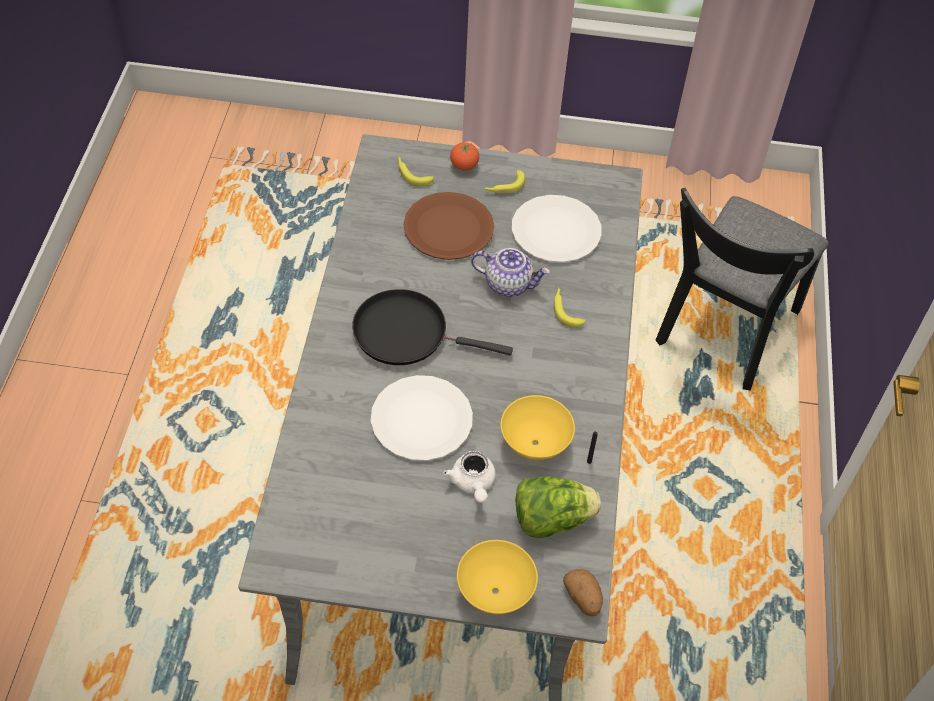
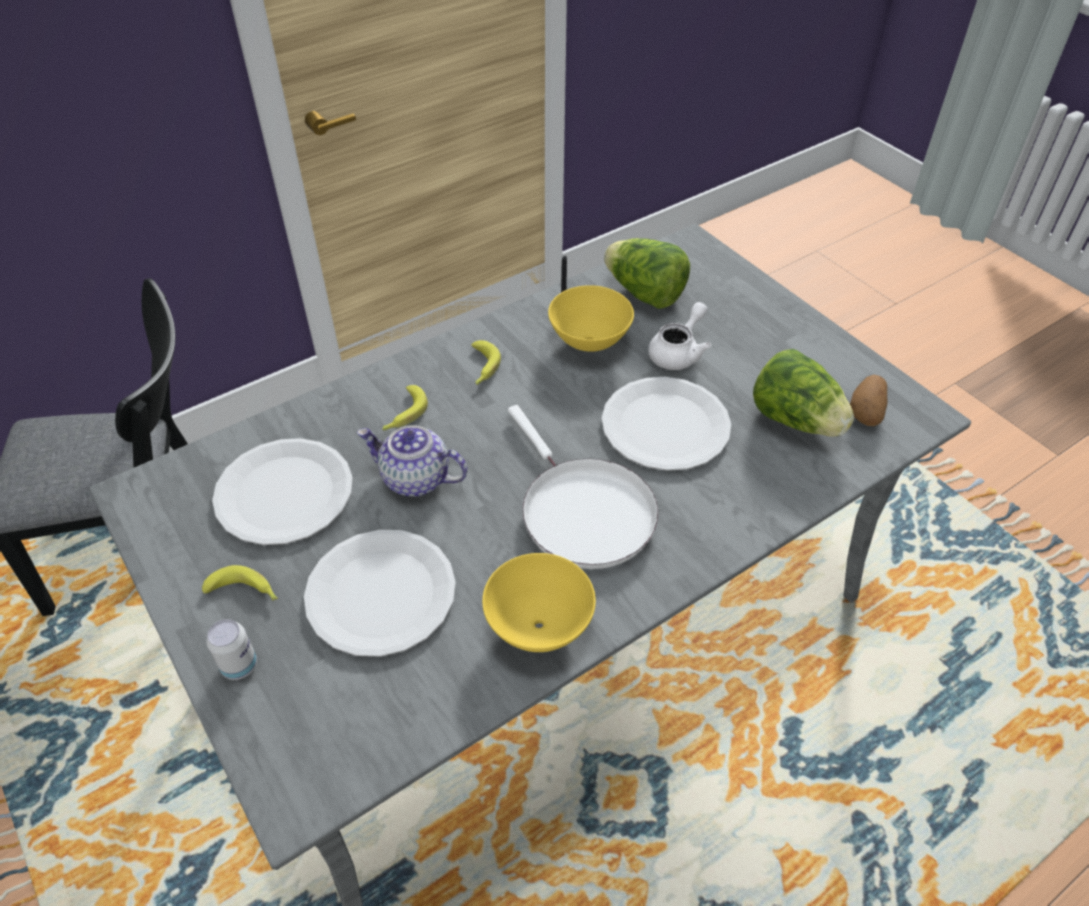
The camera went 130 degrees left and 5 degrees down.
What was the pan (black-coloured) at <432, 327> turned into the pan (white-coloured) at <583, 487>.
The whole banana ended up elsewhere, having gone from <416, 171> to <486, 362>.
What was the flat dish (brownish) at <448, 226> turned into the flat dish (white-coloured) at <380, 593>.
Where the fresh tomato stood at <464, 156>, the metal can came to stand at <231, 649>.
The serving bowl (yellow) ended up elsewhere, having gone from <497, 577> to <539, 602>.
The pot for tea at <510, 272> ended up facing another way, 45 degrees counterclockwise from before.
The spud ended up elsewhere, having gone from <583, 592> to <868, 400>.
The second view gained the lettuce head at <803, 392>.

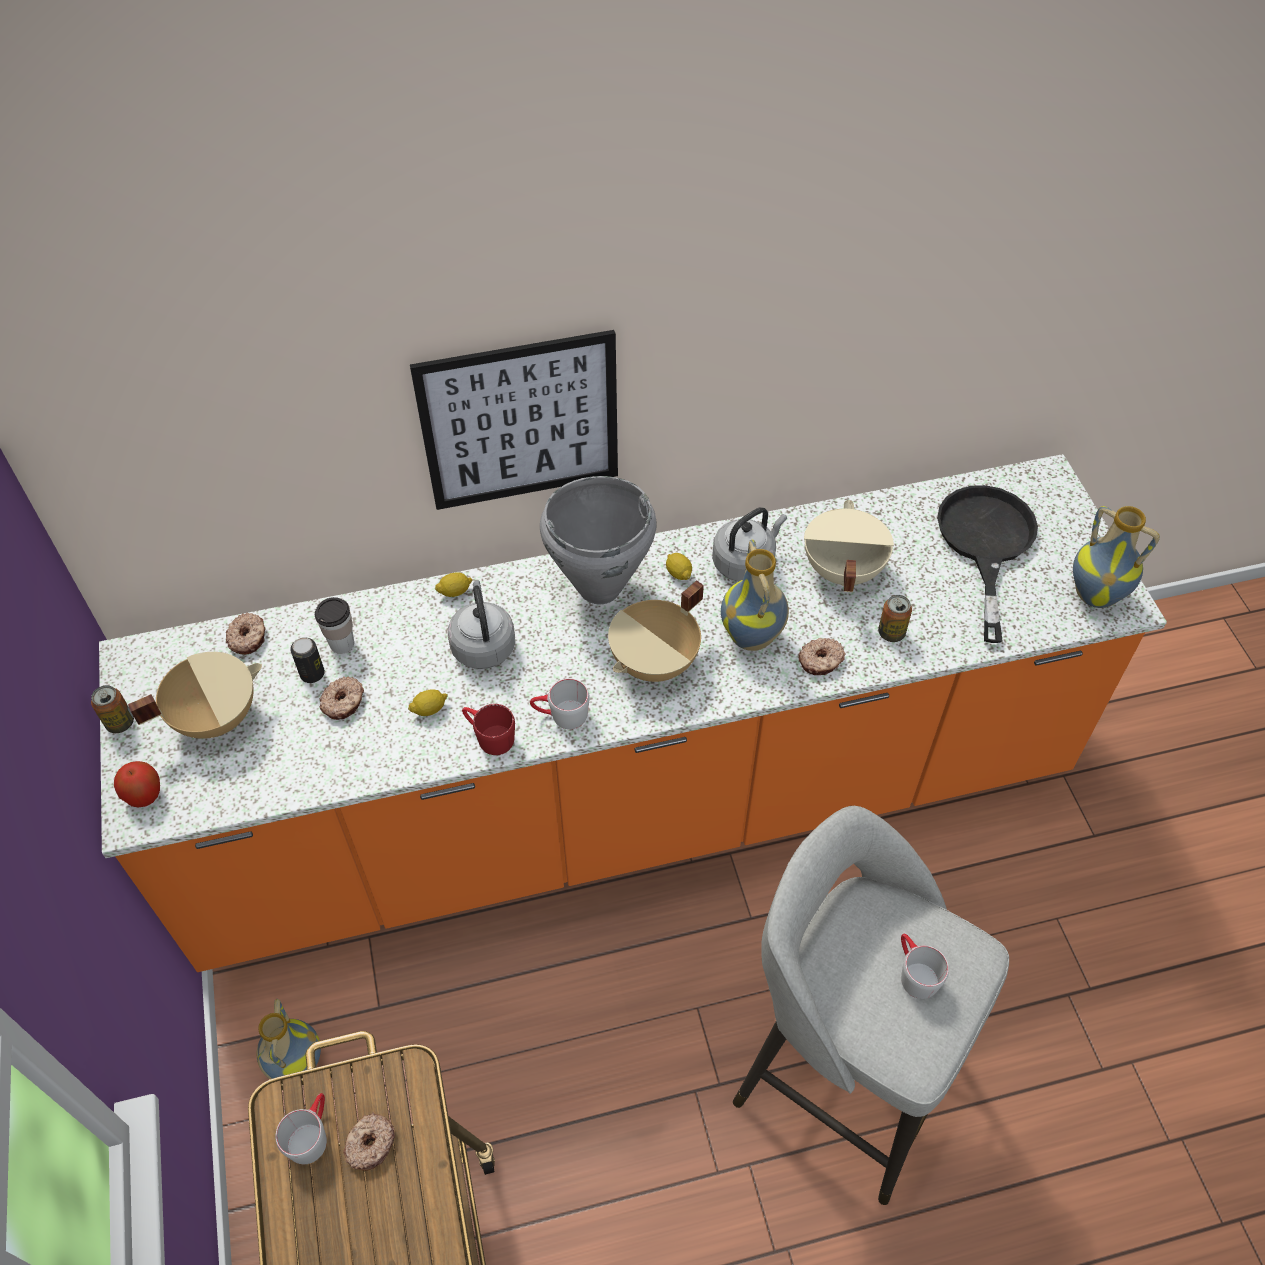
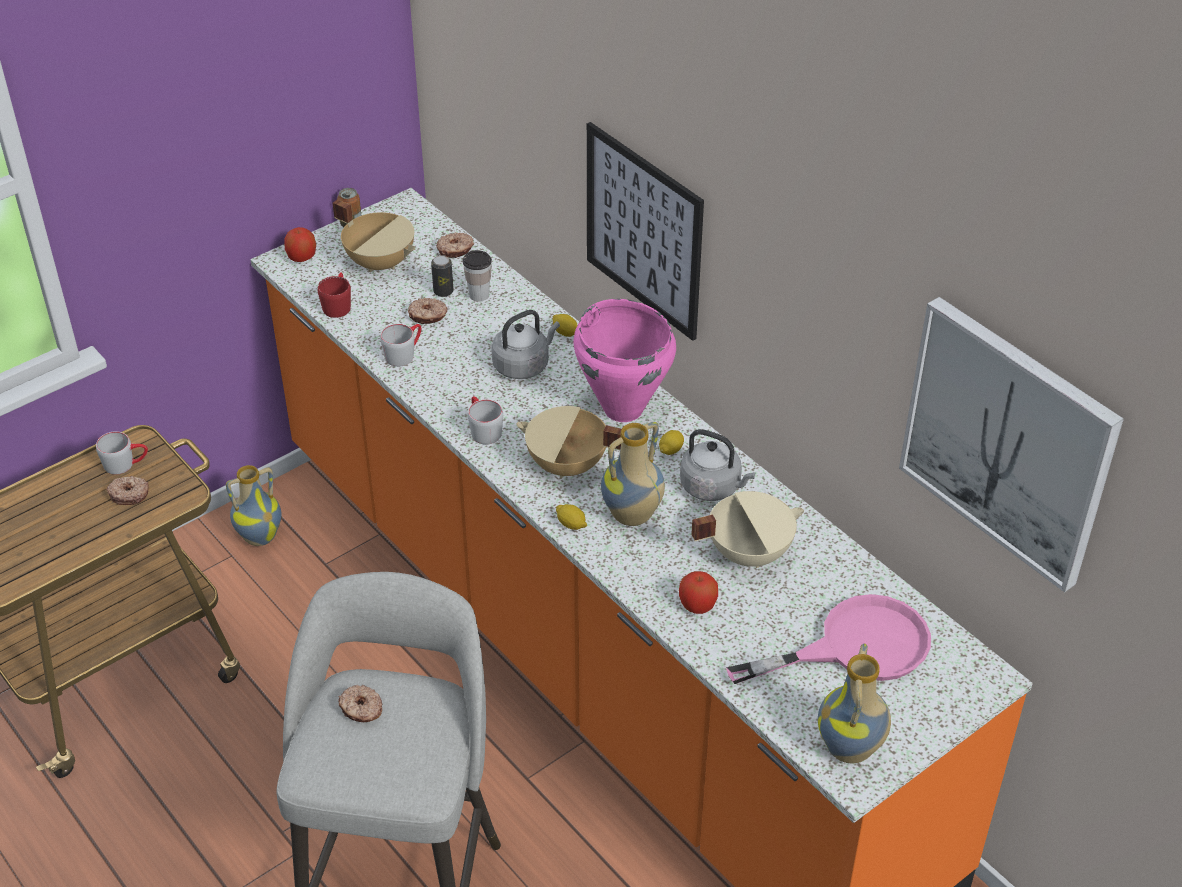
The camera went 65 degrees right and 10 degrees down.
The whole lemon ended up elsewhere, having gone from <428, 702> to <571, 517>.
The mug (red) ended up elsewhere, having gone from <488, 729> to <334, 295>.
What was the saucepot (grey) at <598, 540> turned into the saucepot (pinkish) at <625, 360>.
The ring doughnut ended up elsewhere, having gone from <822, 656> to <360, 703>.
Where the metal can stood at <895, 618>, the apple came to stand at <698, 592>.
The mug (grey) ended up elsewhere, having gone from <925, 966> to <400, 345>.
What was the pan (black-coloured) at <987, 564> turned into the pan (pinkish) at <828, 639>.
The second view gained the wall art at <1011, 445>.

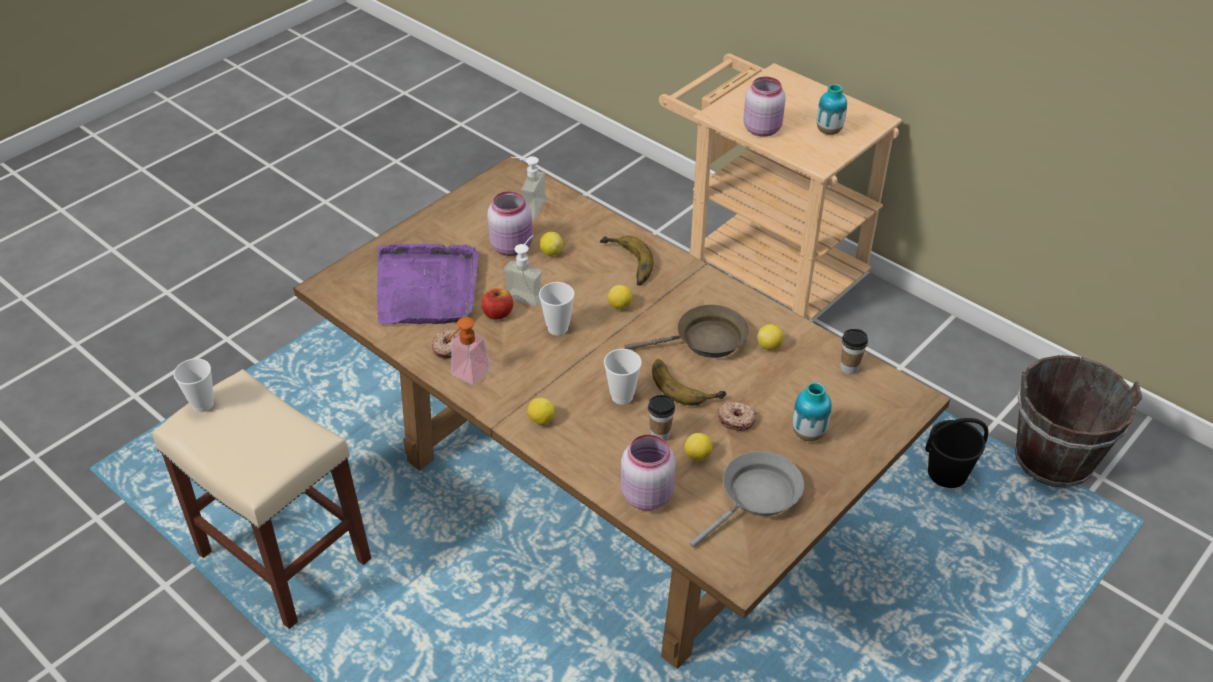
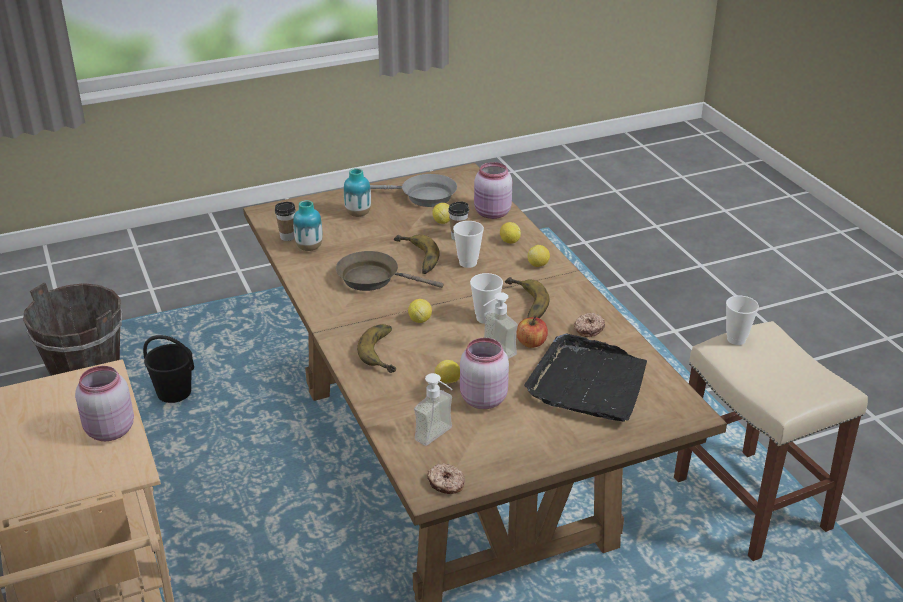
The camera went 155 degrees left and 10 degrees down.
The cup ended up elsewhere, having gone from <193, 385> to <742, 320>.
What was the serving tray (purple) at <428, 283> turned into the serving tray (black-coloured) at <585, 378>.
The second view lost the liquid soap bottle at <468, 351>.
The pan (grey) at <747, 499> ended up facing another way, 150 degrees counterclockwise from before.
The ring doughnut ended up elsewhere, having gone from <737, 416> to <446, 478>.
The whole lemon ended up elsewhere, having gone from <770, 337> to <510, 233>.
The vase ended up elsewhere, having gone from <832, 109> to <307, 225>.
The second view gained the whole banana at <527, 297>.

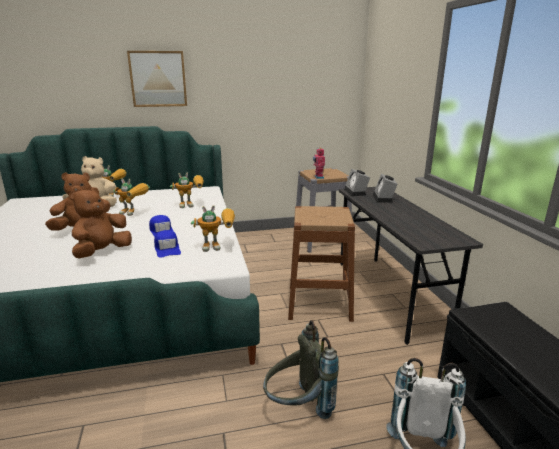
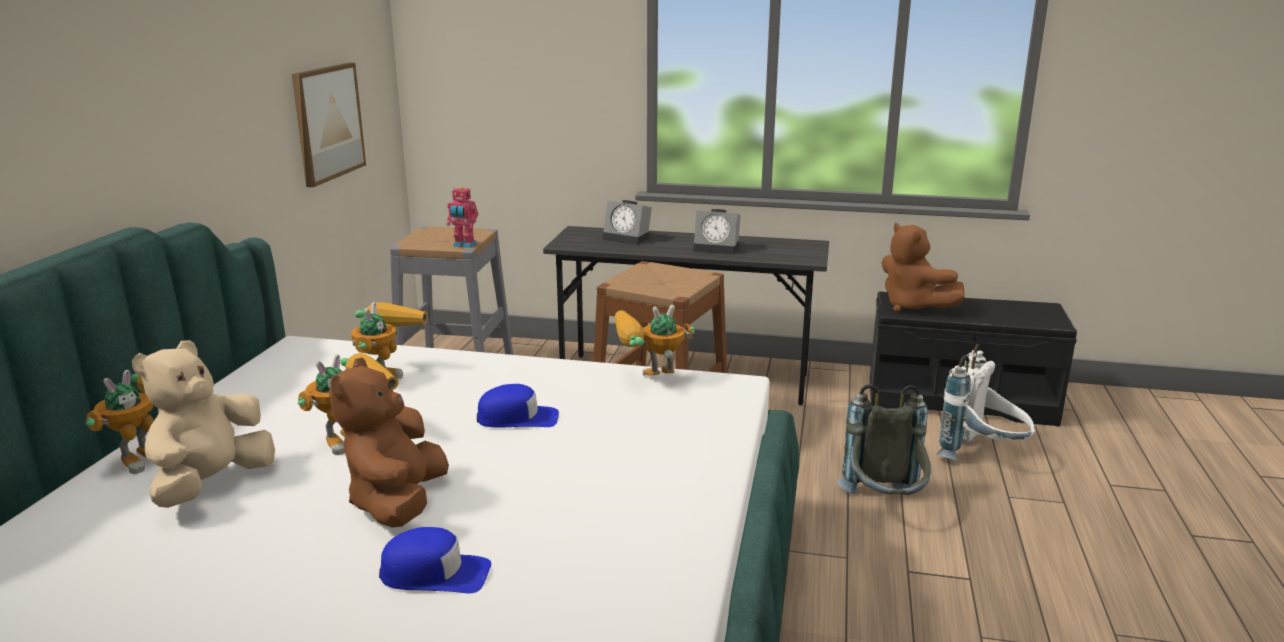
The camera went 65 degrees left and 0 degrees up.
The soft toy (brownish) ended up elsewhere, having gone from <100, 222> to <923, 267>.
The wall art ended up elsewhere, having gone from <157, 79> to <329, 125>.
The baseball cap (blue) ended up elsewhere, having gone from <167, 244> to <435, 560>.
The toy robot at <213, 228> ended up facing another way, 120 degrees counterclockwise from before.
The table clock ended up elsewhere, having gone from <357, 182> to <717, 232>.

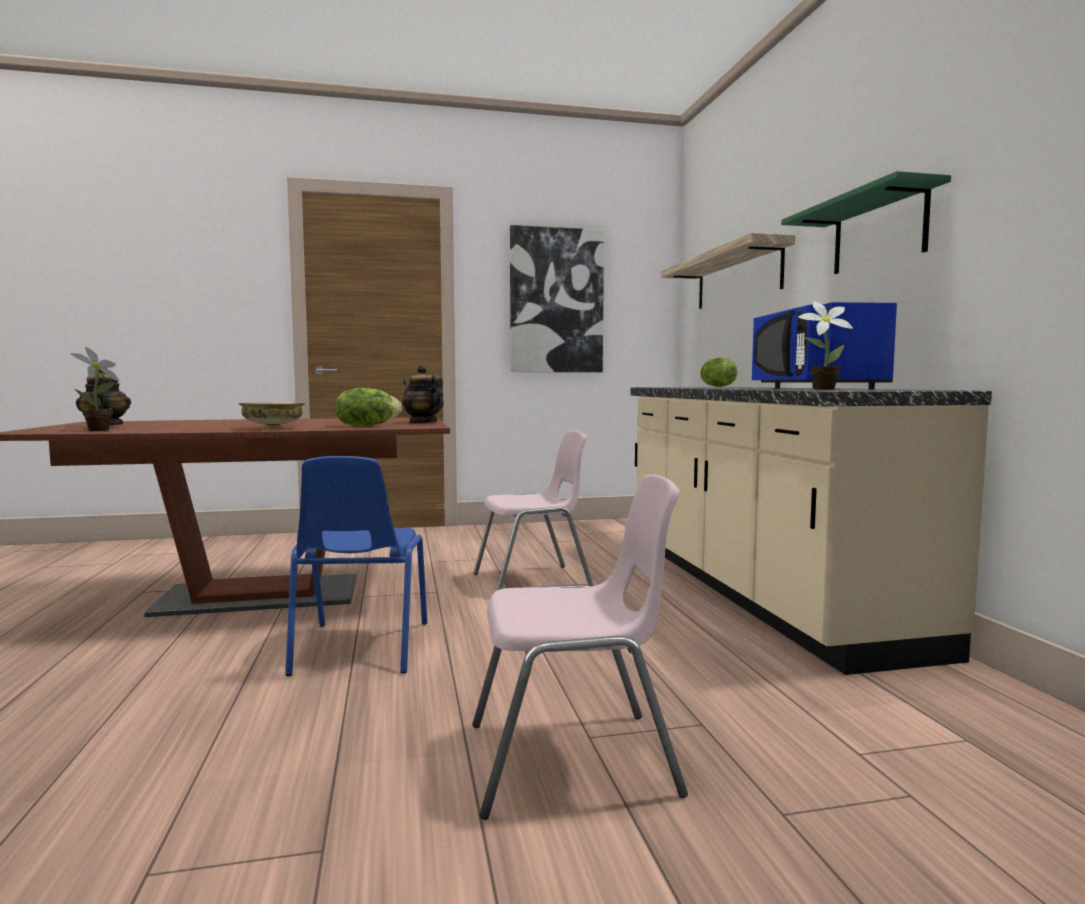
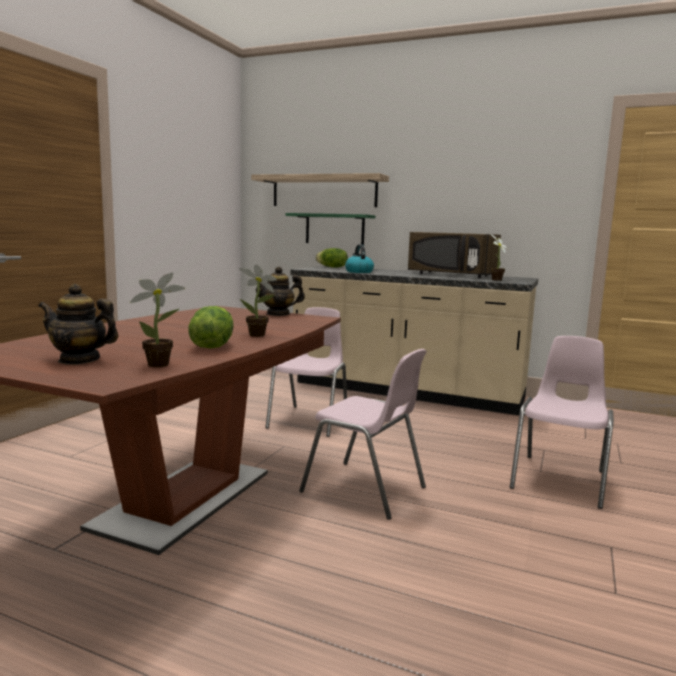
The camera went 55 degrees left and 5 degrees up.
Where the serving bowl (sand-coloured) stood at <271, 415>, the plant in a pot came to stand at <258, 300>.
What was the plain chair (blue) at <356, 566> turned into the plain chair (pinkish) at <363, 434>.
The lettuce head ended up elsewhere, having gone from <368, 407> to <210, 327>.
The second view lost the wall art at <557, 298>.
What was the microwave (blue) at <824, 345> turned into the microwave (brownish) at <454, 255>.
The wall shelf (greenish) ended up elsewhere, having gone from <866, 222> to <330, 229>.
The second view gained the tea kettle at <359, 258>.

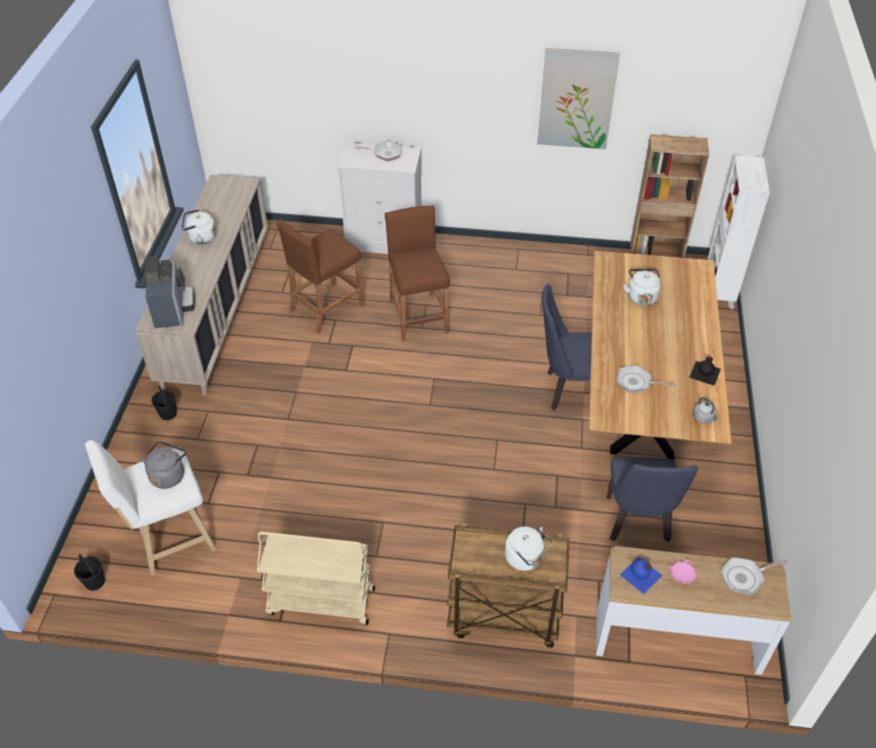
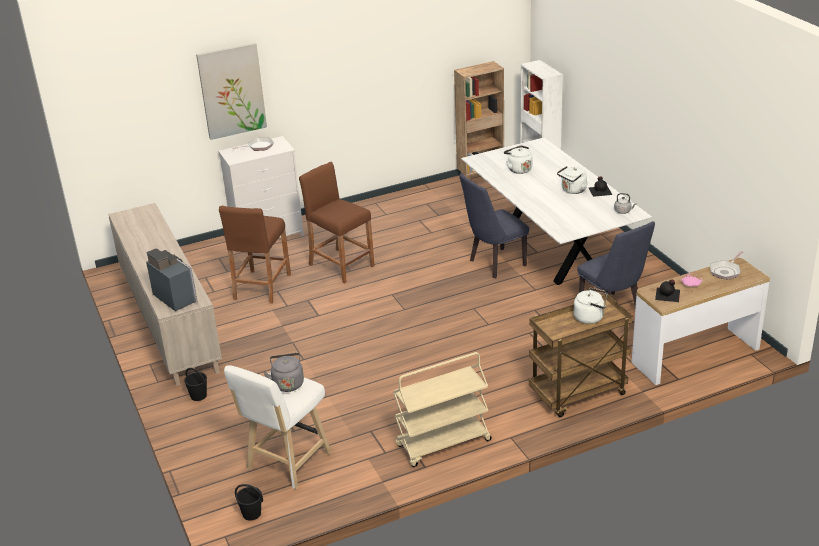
The camera went 30 degrees left and 15 degrees down.
The tea kettle (white-coloured) ended up elsewhere, having gone from <199, 226> to <572, 180>.
The wall art ended up elsewhere, having gone from <578, 98> to <231, 91>.
What was the kitchen table (brownish) at <660, 355> turned into the kitchen table (white-coloured) at <556, 211>.
The second view lost the pan at <646, 379>.
What was the drink bottle (blue) at <641, 575> turned into the drink bottle (black-coloured) at <667, 291>.

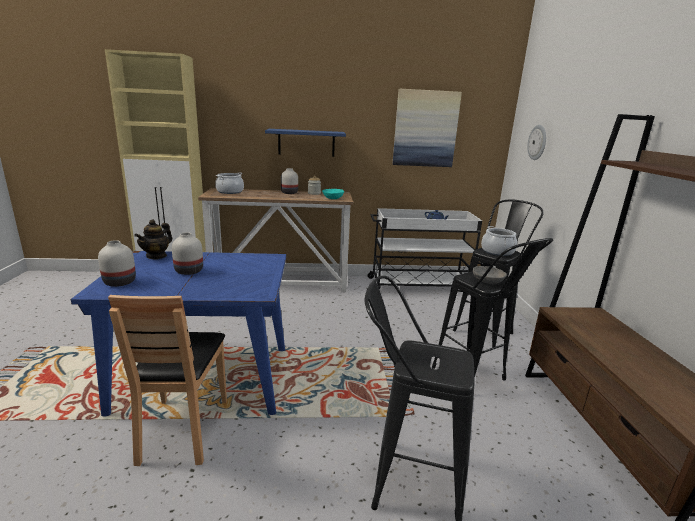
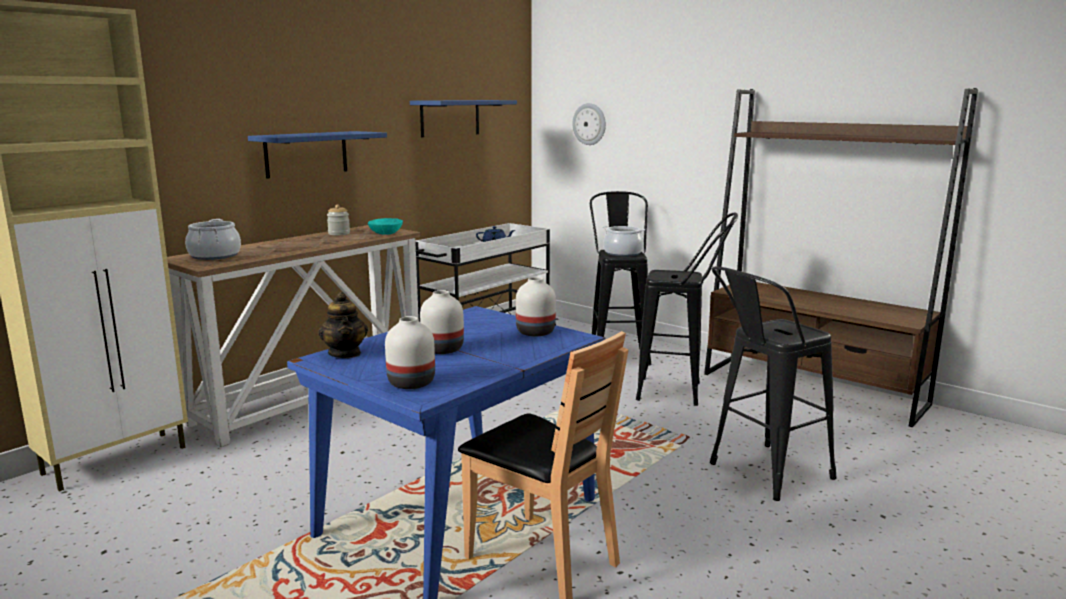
The camera went 45 degrees left and 5 degrees down.
The vase (white-coloured) ended up elsewhere, having gone from <289, 181> to <536, 306>.
Where the wall art hung at <427, 128>, the wall shelf (blue) came to hang at <463, 118>.
The second view lost the serving bowl (grey) at <490, 275>.

